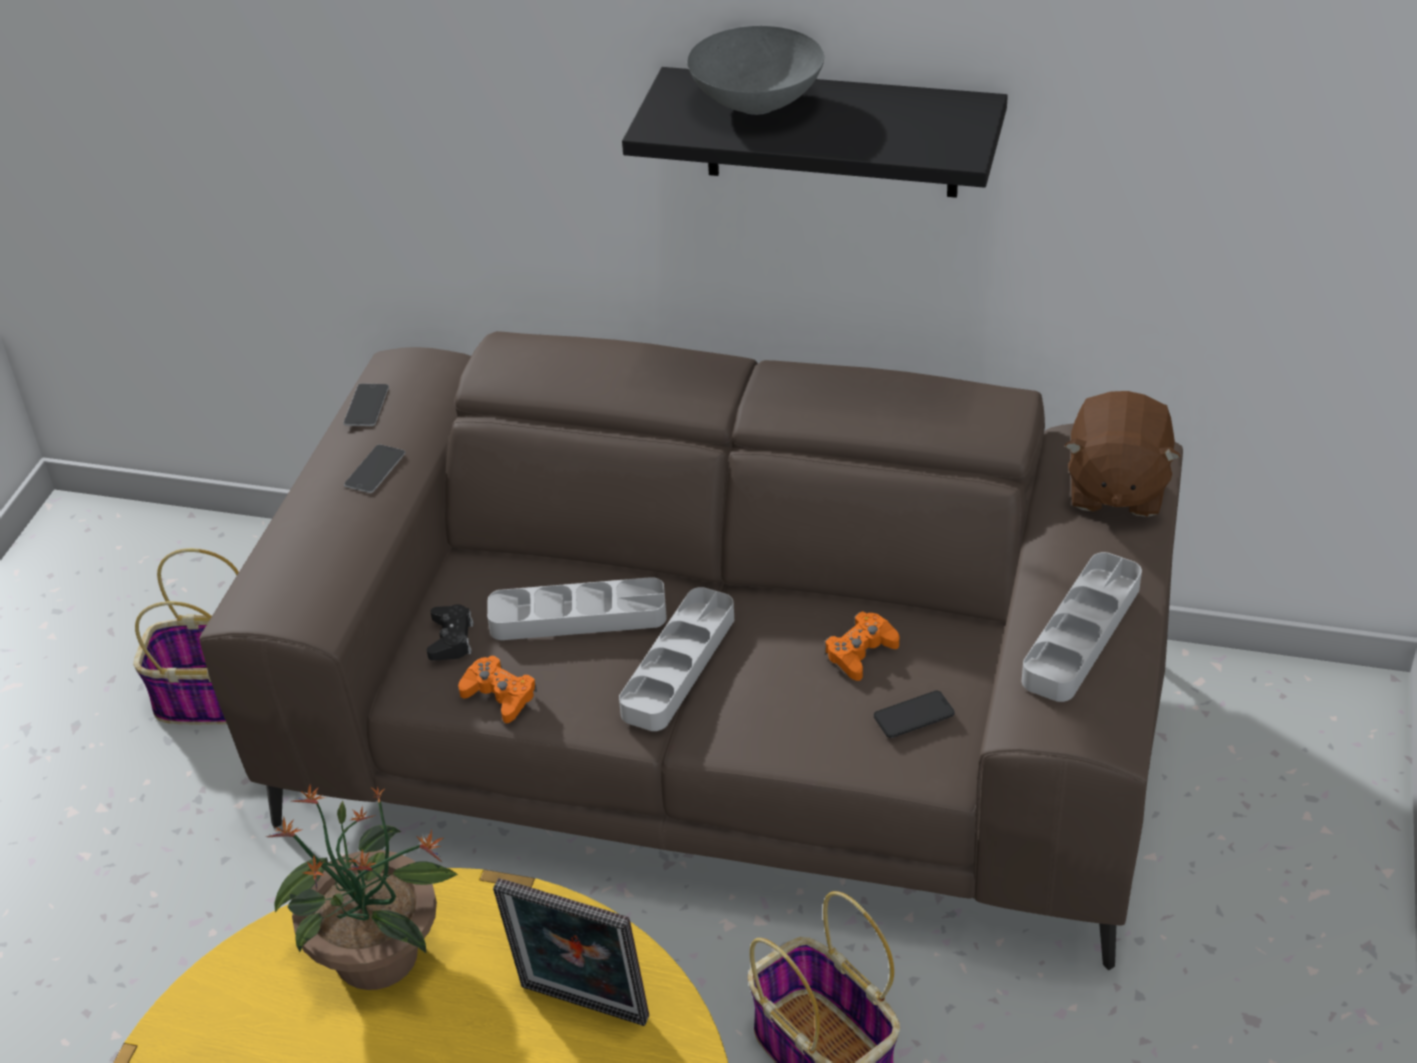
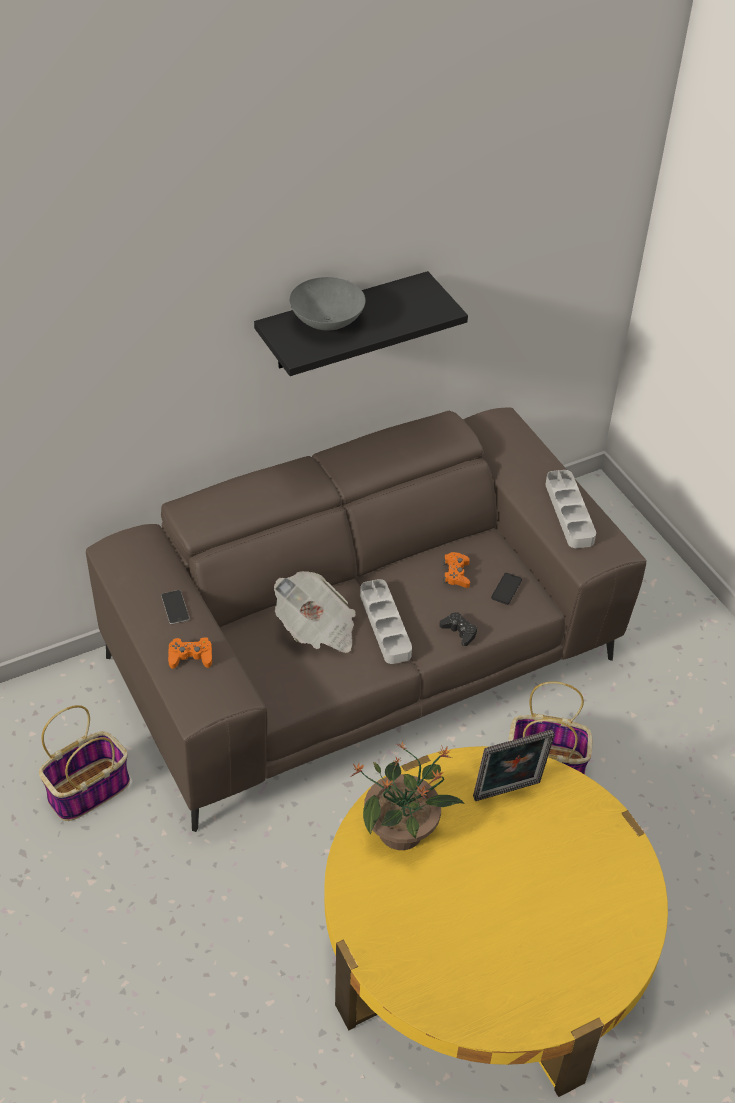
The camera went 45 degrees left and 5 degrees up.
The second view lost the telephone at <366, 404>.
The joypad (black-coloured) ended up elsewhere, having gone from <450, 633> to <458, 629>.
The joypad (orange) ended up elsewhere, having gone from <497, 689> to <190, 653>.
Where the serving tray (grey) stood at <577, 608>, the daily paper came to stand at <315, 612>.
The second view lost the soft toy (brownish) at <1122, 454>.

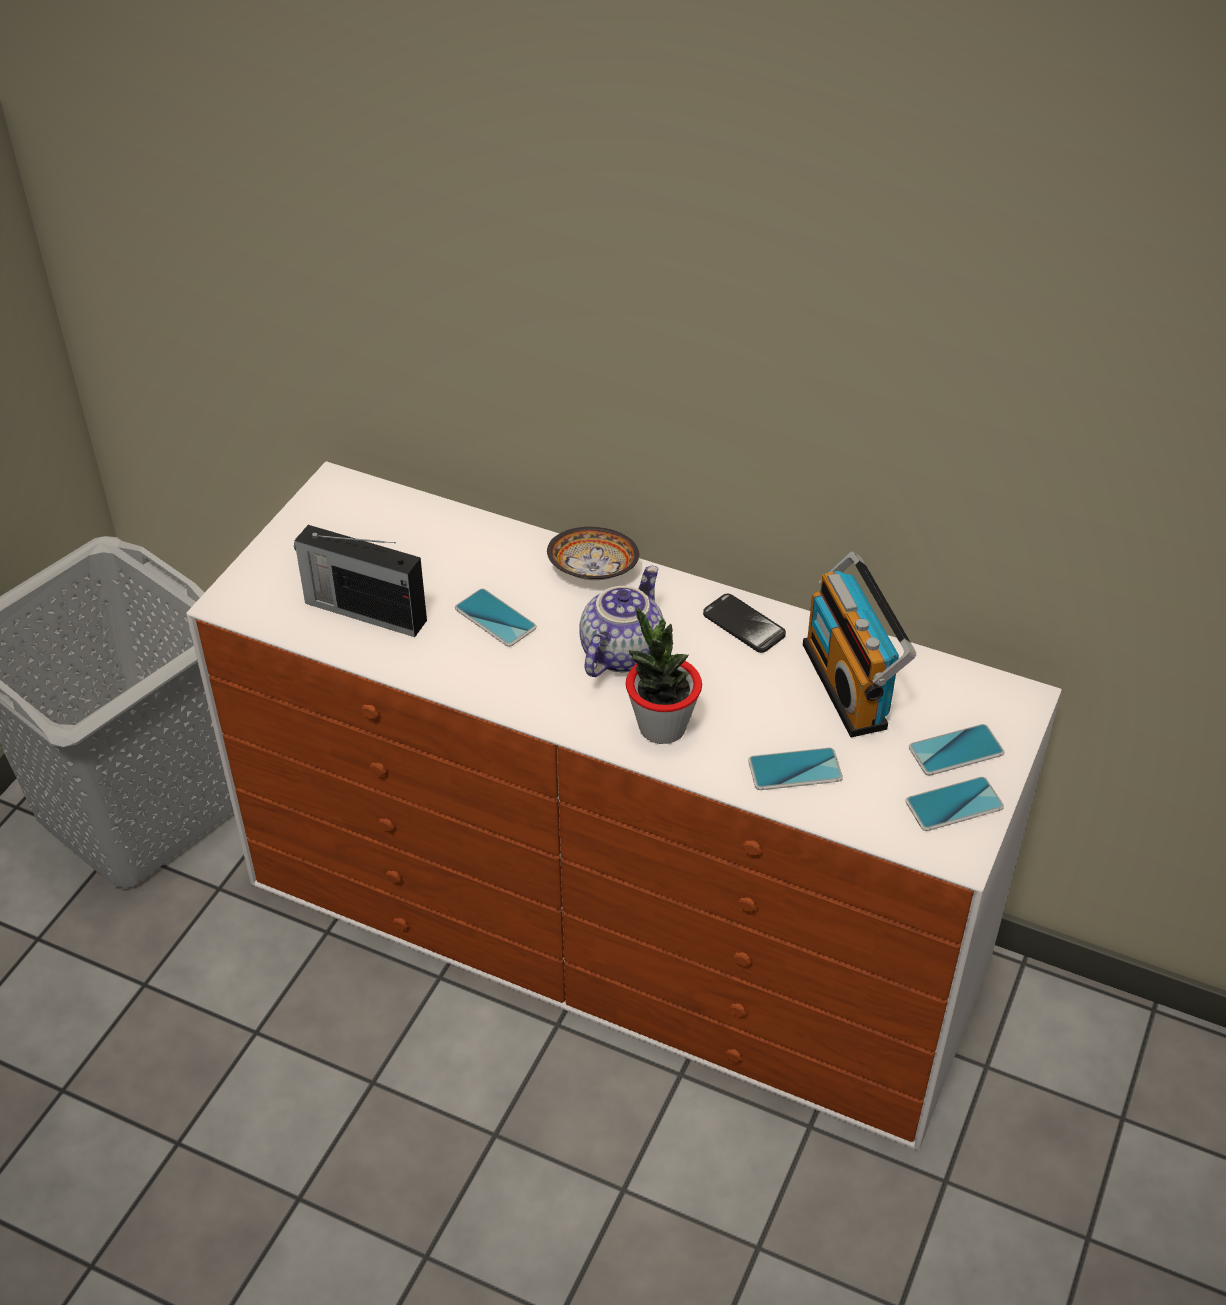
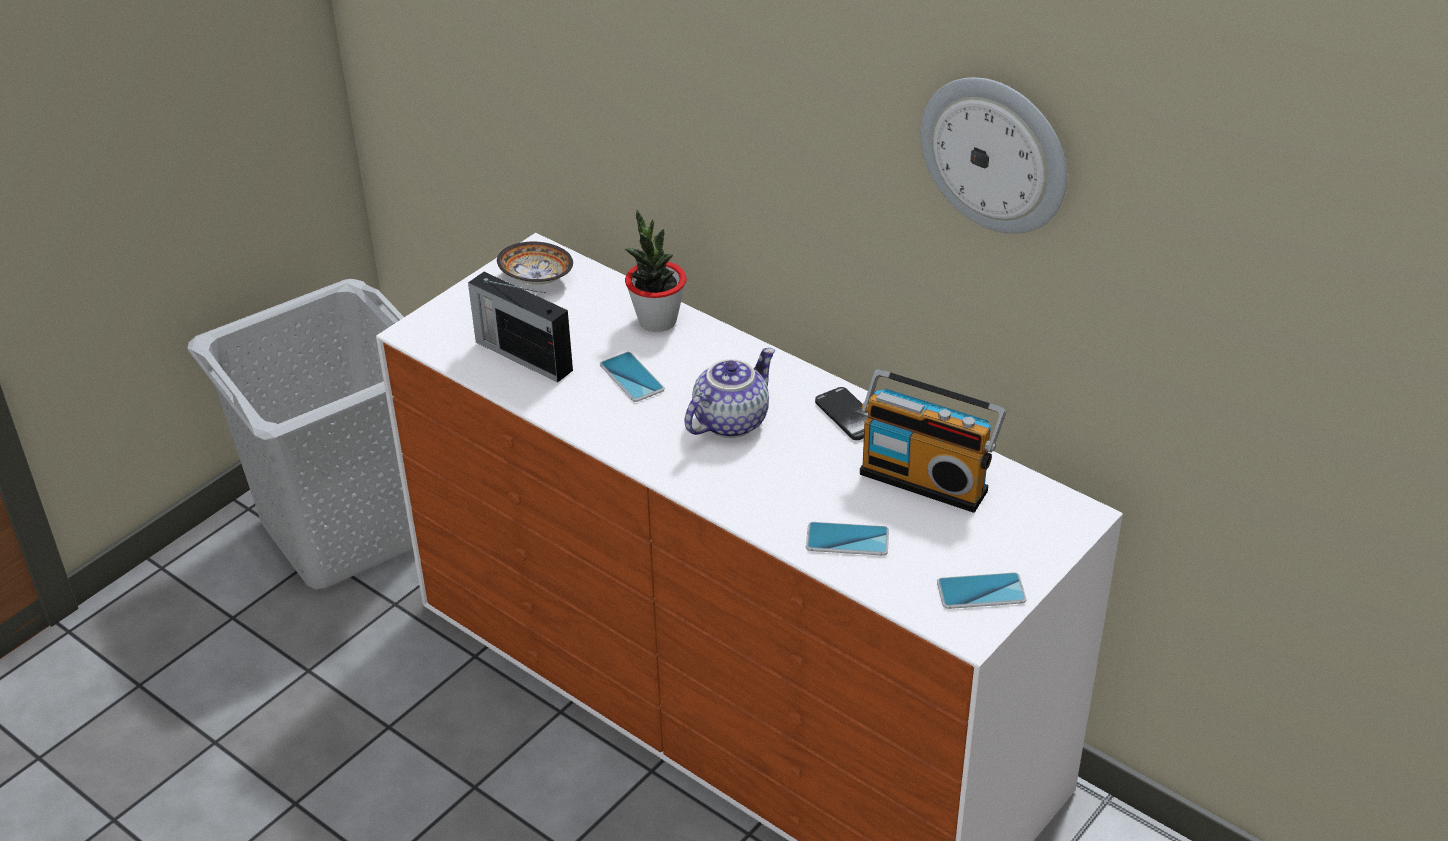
The camera went 15 degrees right and 5 degrees down.
The serving bowl ended up elsewhere, having gone from <593, 553> to <535, 263>.
The plant in a pot ended up elsewhere, having gone from <664, 675> to <656, 271>.
The radio at <859, 644> ended up facing another way, 60 degrees counterclockwise from before.
The second view lost the telephone at <956, 750>.
The second view gained the wall clock at <993, 155>.

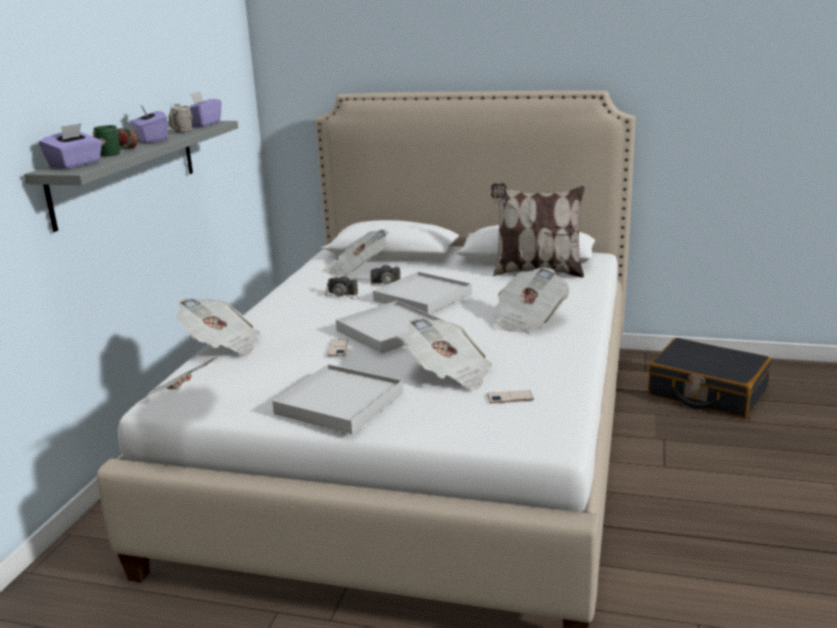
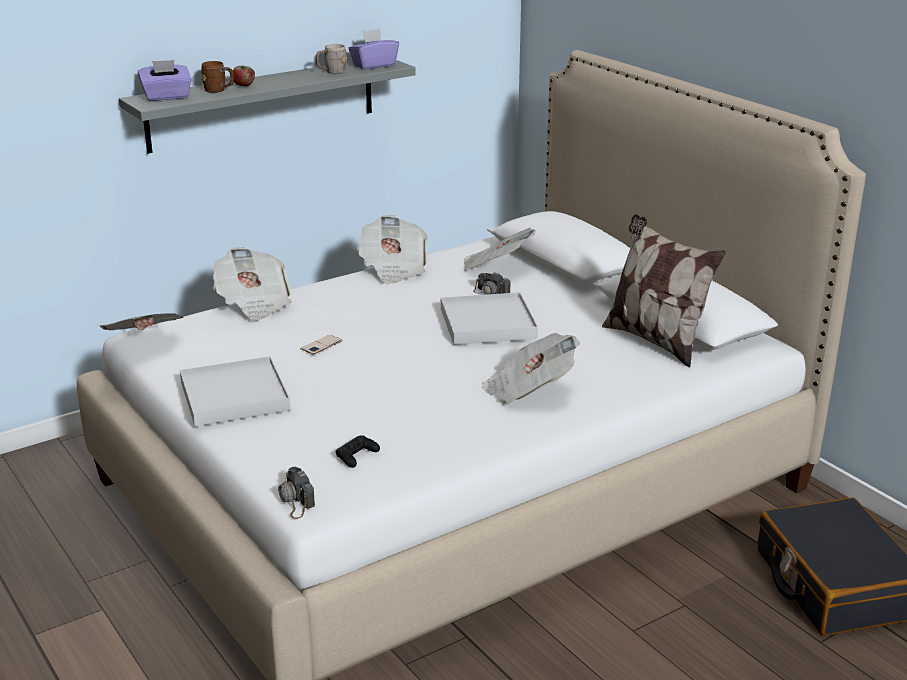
The camera went 40 degrees right and 5 degrees up.
What was the mug (greenish) at <112, 141> turned into the mug (brownish) at <217, 77>.
The second view lost the tissue box (purple) at <149, 124>.
The still camera ended up elsewhere, having gone from <342, 287> to <296, 493>.
The second view lost the serving tray (white-coloured) at <390, 327>.
The daily paper ended up elsewhere, having gone from <448, 353> to <392, 249>.
Where the telephone stood at <510, 396>, the joypad (black-coloured) came to stand at <358, 451>.

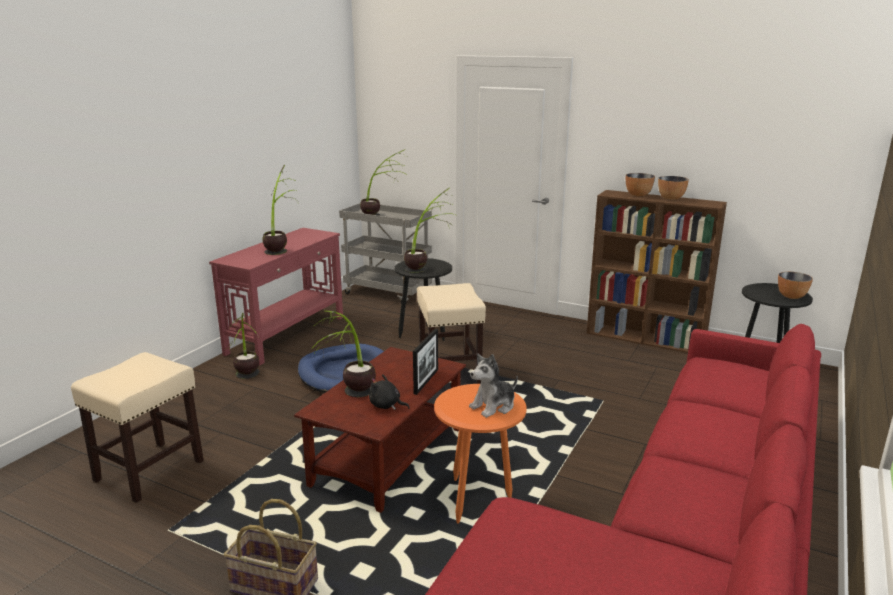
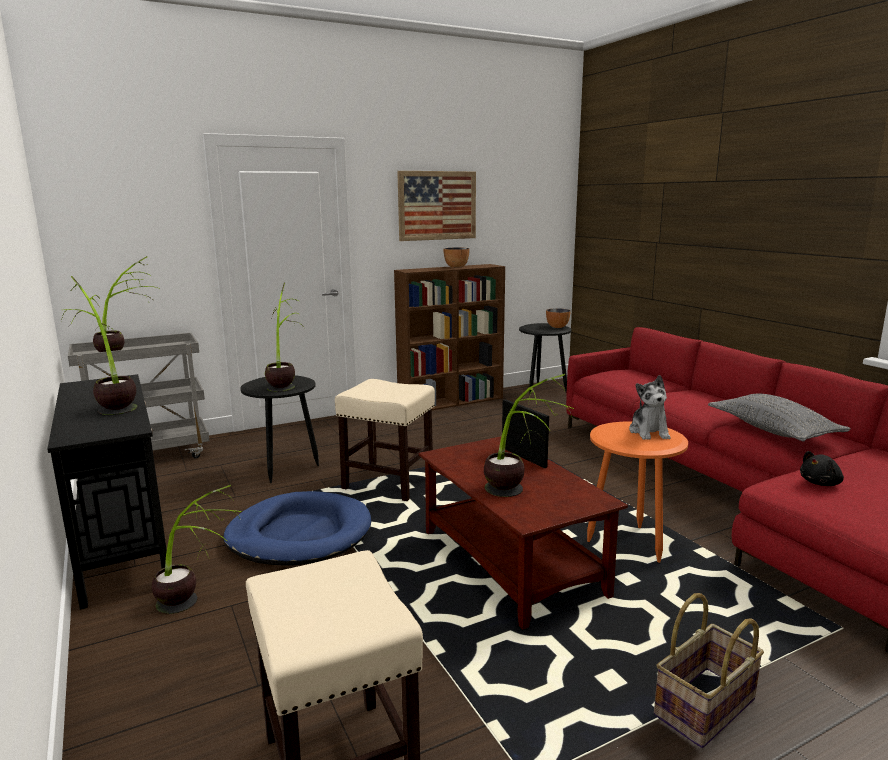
The camera went 55 degrees left and 5 degrees down.
What was the console table (red) at <276, 296> turned into the console table (black-coloured) at <107, 492>.
The soft toy (black-coloured) ended up elsewhere, having gone from <389, 392> to <822, 468>.
The second view lost the serving bowl at <640, 184>.
The second view gained the wall art at <436, 206>.
The second view gained the pillow (grey) at <779, 417>.

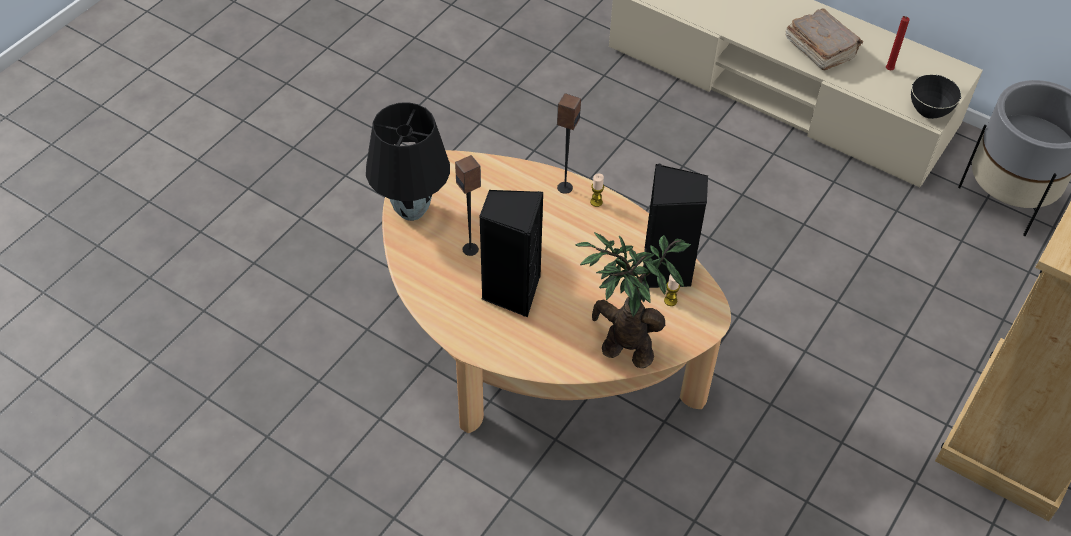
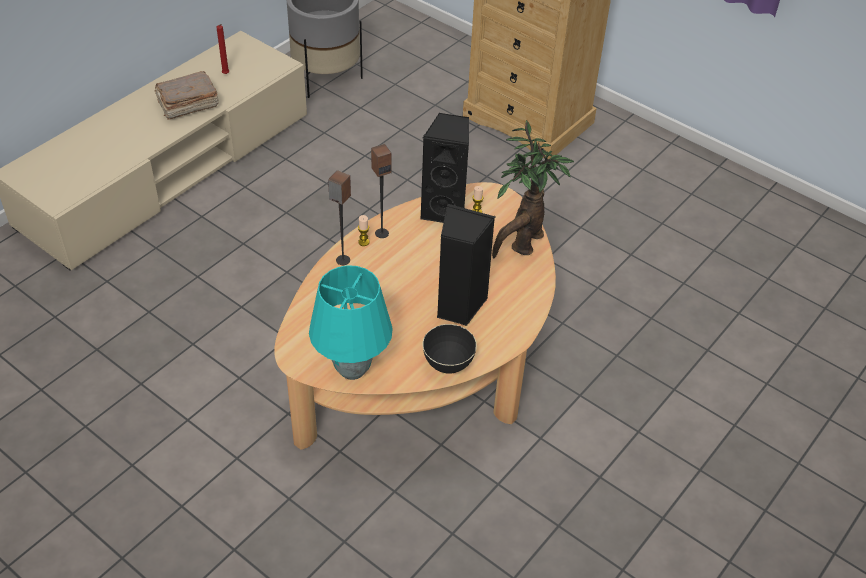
The camera went 85 degrees left and 5 degrees down.
What was the lamp for a table (black-coloured) at <408, 161> turned into the lamp for a table (turquoise) at <351, 322>.
The audio speaker ended up elsewhere, having gone from <468, 205> to <381, 191>.
The serving bowl (black-coloured) ended up elsewhere, having gone from <936, 96> to <449, 349>.

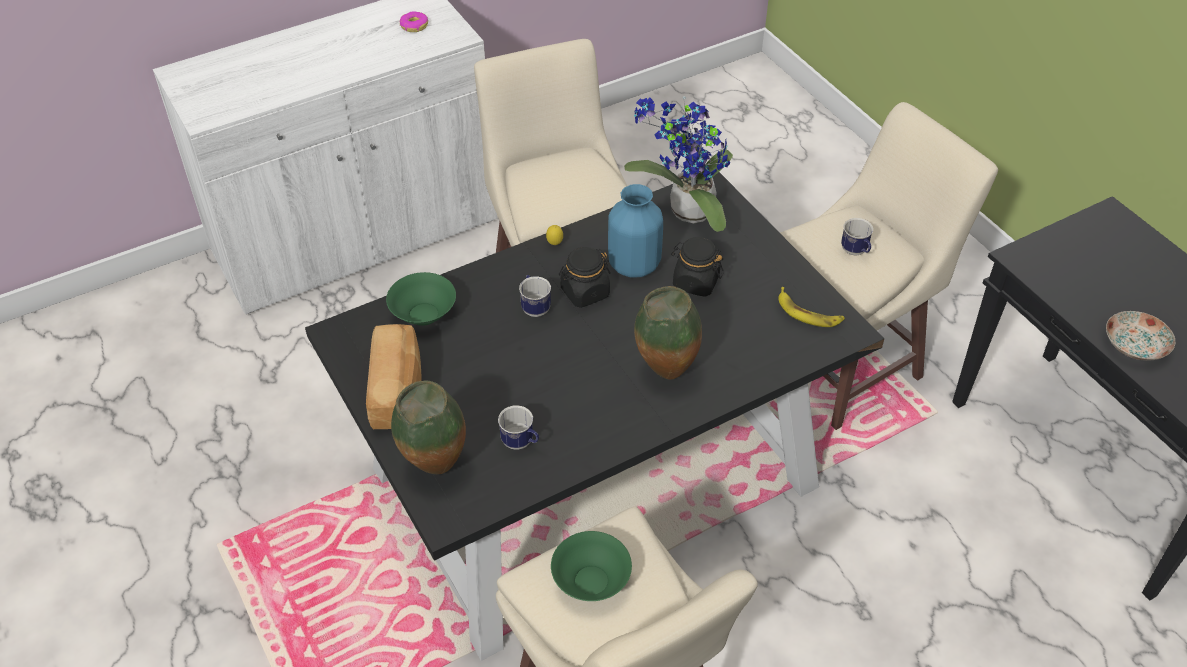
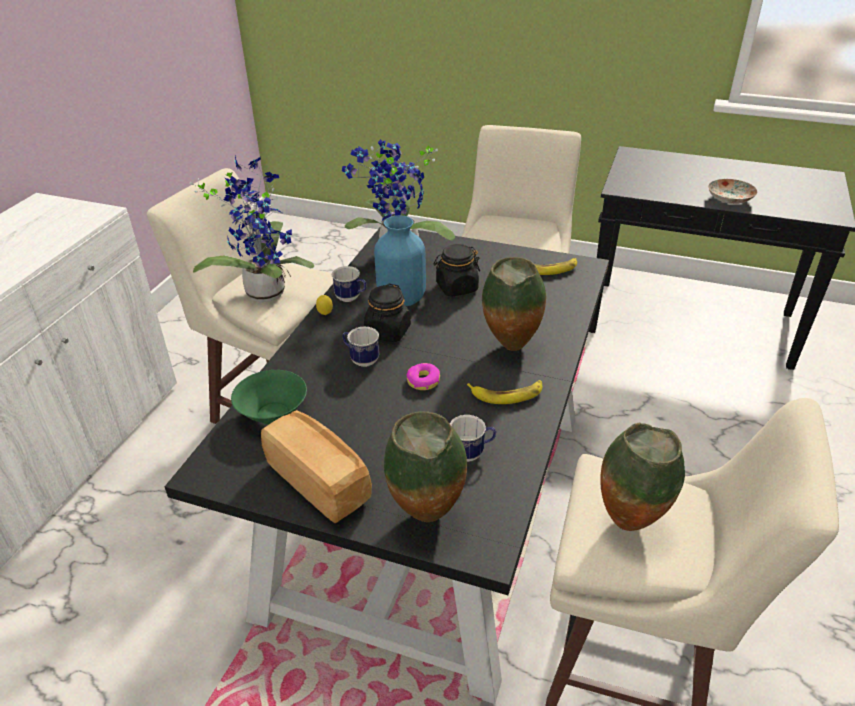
The camera went 40 degrees left and 10 degrees down.
The ring doughnut ended up elsewhere, having gone from <414, 21> to <423, 376>.
Where the serving bowl (greenish) stood at <591, 566>, the vase came to stand at <642, 477>.
The mug ended up elsewhere, having gone from <857, 236> to <349, 284>.
The second view gained the plant in a pot at <251, 229>.
The second view gained the whole banana at <504, 392>.

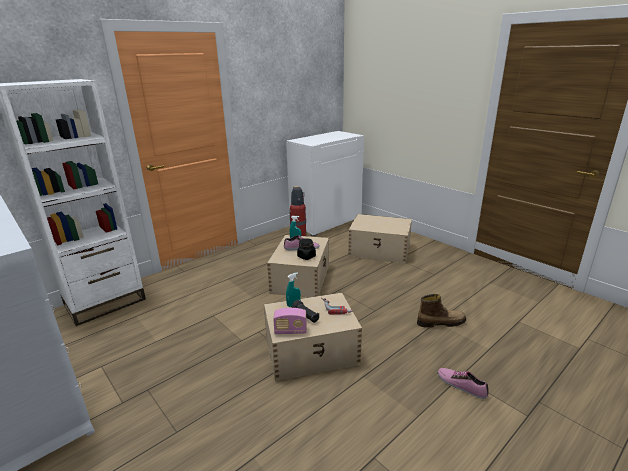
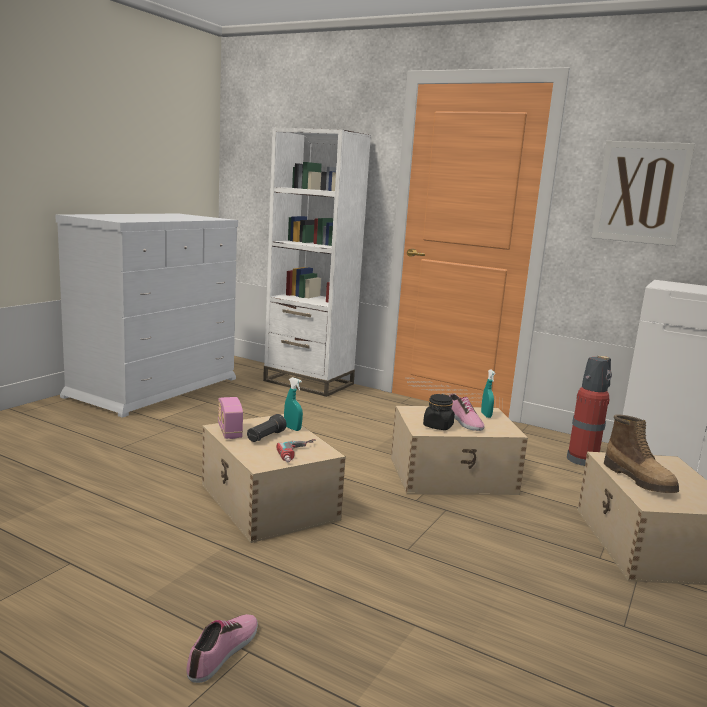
The camera went 70 degrees right and 10 degrees down.
The boot ended up elsewhere, having gone from <441, 311> to <641, 453>.
The second view gained the wall art at <643, 193>.

